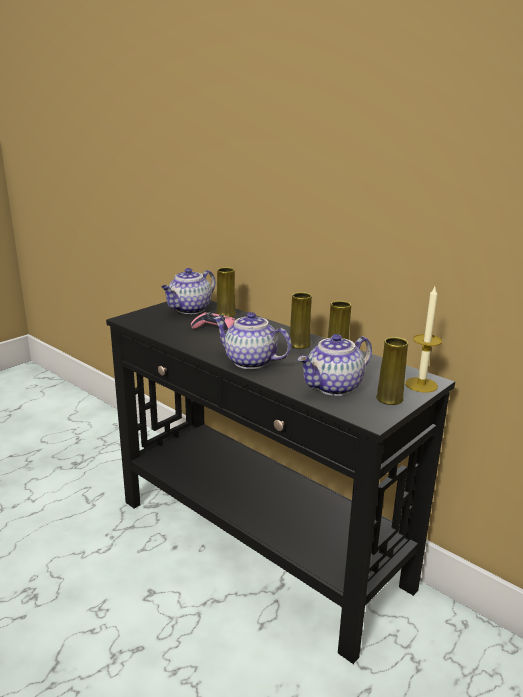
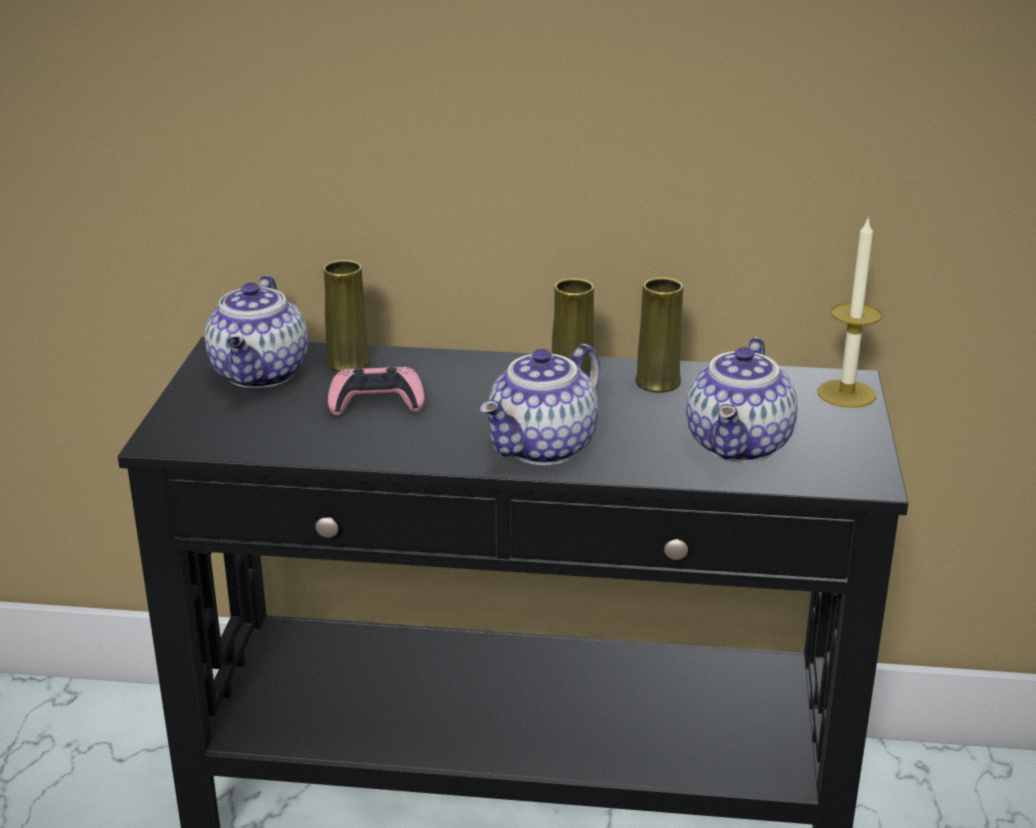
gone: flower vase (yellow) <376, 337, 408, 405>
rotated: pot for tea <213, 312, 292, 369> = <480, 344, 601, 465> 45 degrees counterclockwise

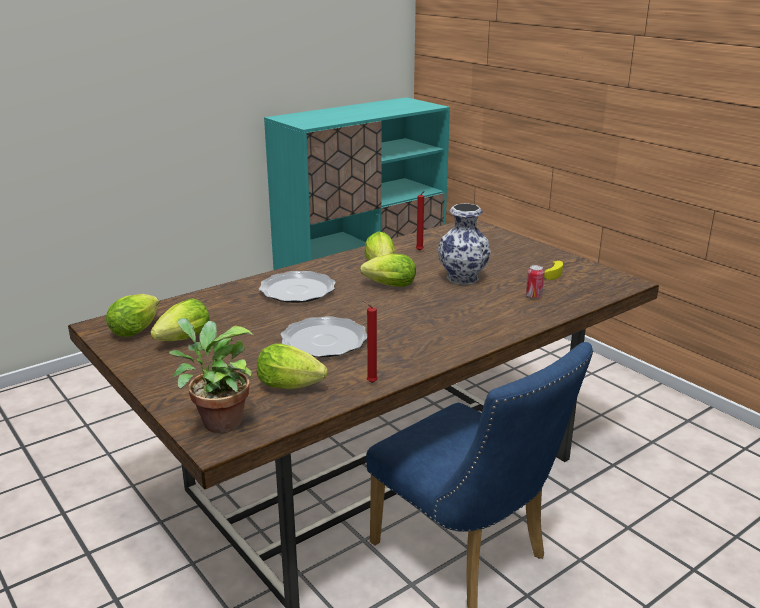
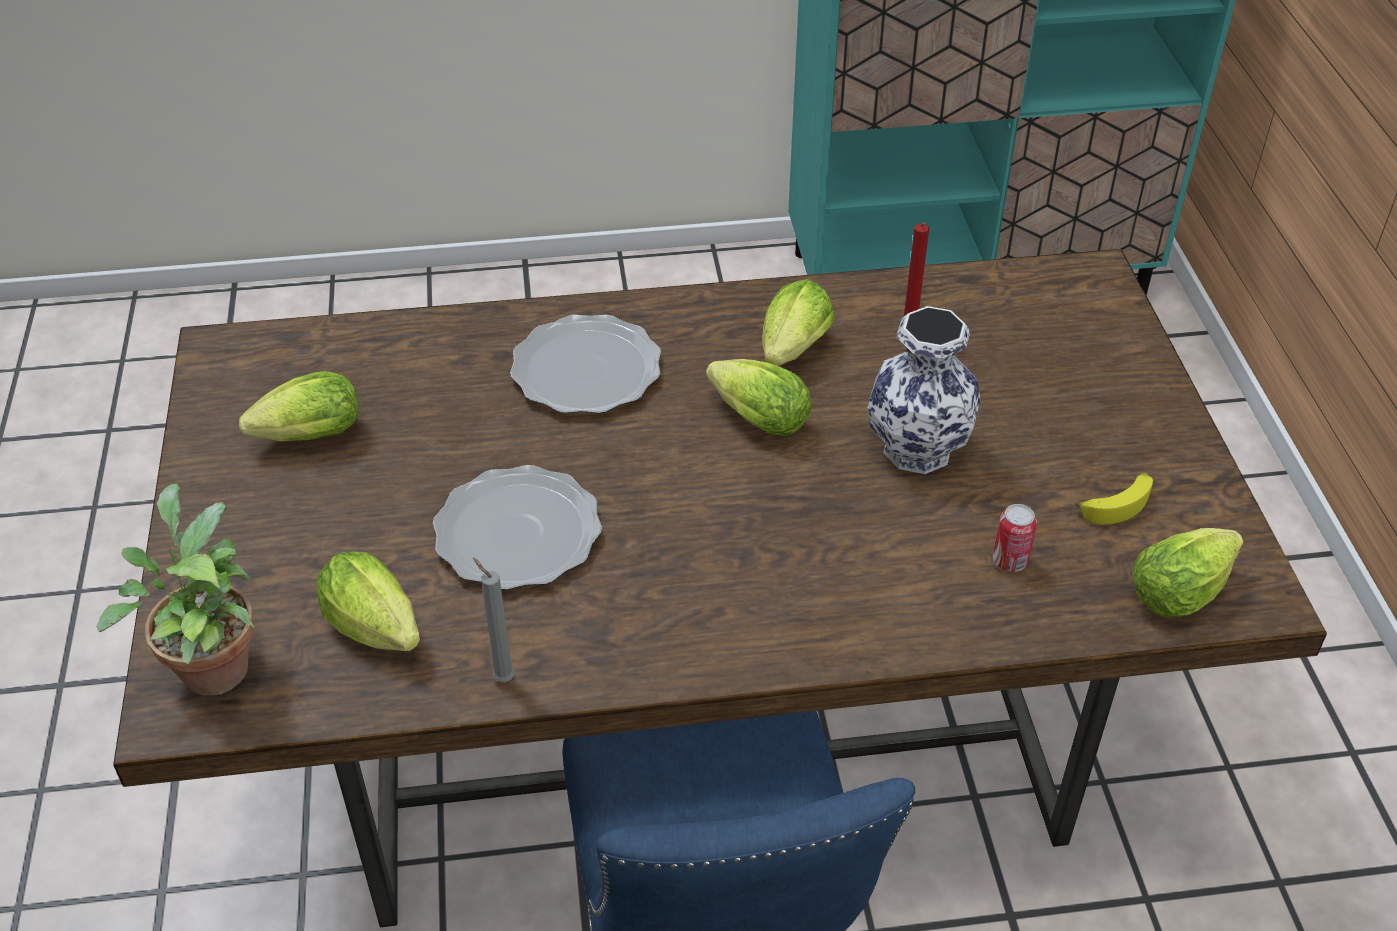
shifted: lettuce head <106, 294, 159, 337> to <1133, 528, 1244, 617>
repainted: wax light (red-coloured) <362, 300, 378, 383> to wax light (gray) <473, 558, 514, 682>

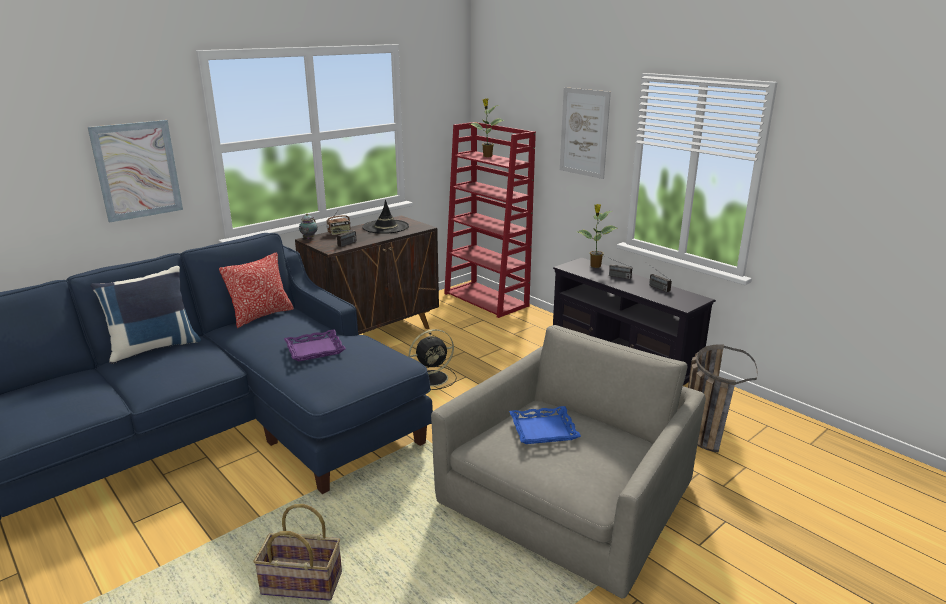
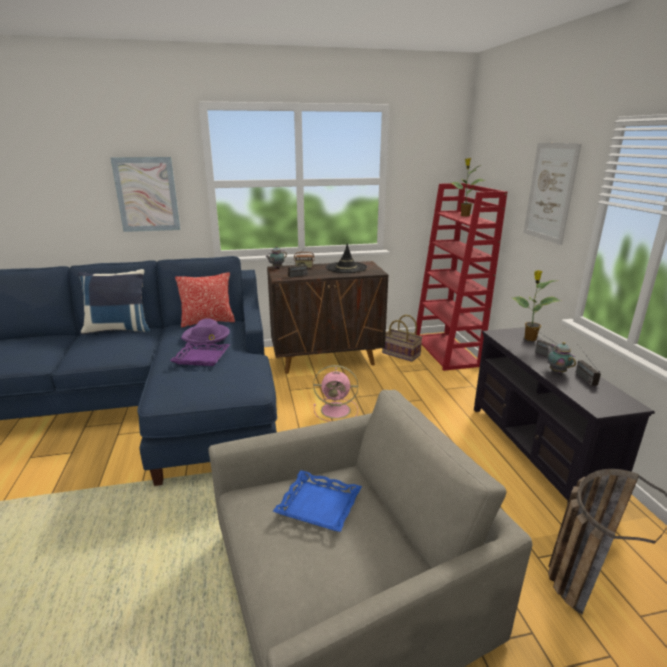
new: clothing hat (purple-coloured) <181, 318, 230, 344>; pot for tea <546, 342, 576, 373>
shifted: storage basket <253, 504, 342, 601> to <382, 315, 423, 362>
repainted: cooling fan (black) <409, 329, 456, 390> to cooling fan (pinkish) <313, 365, 358, 422>

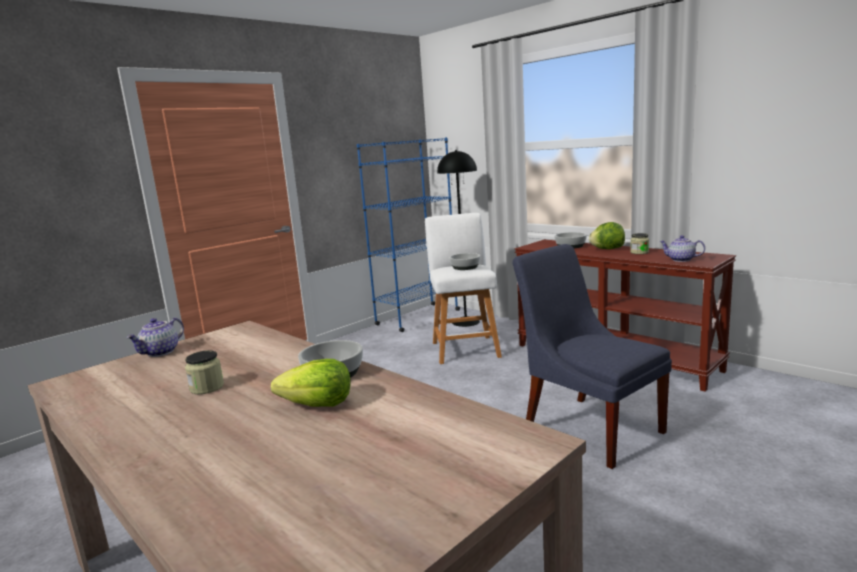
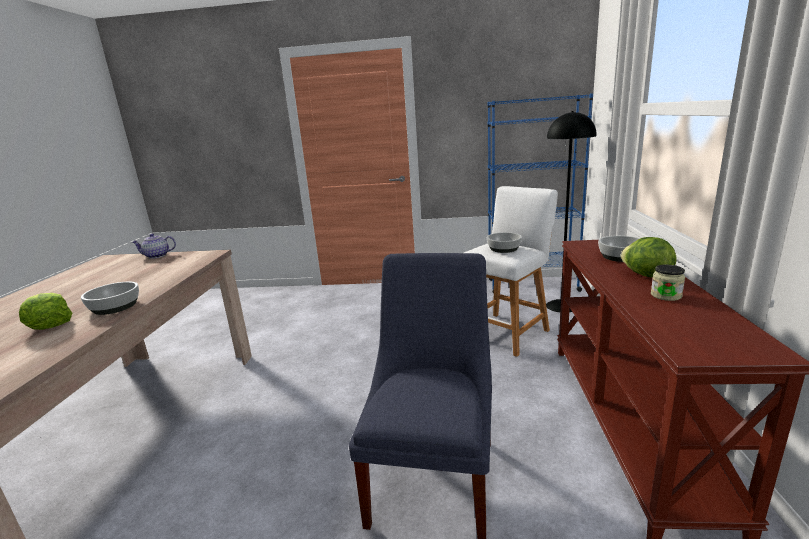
gone: jar <185, 350, 224, 394>; pot for tea <659, 235, 705, 262>

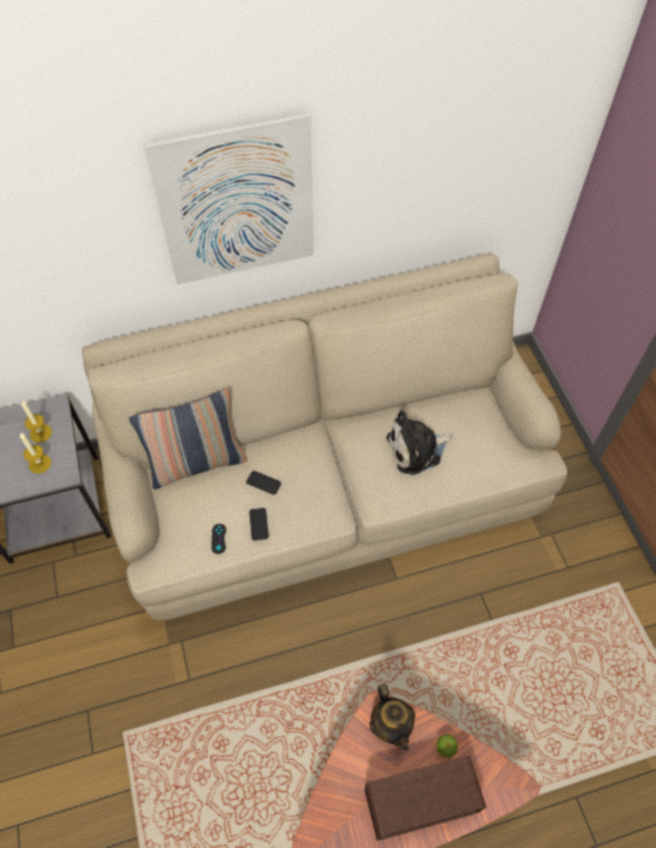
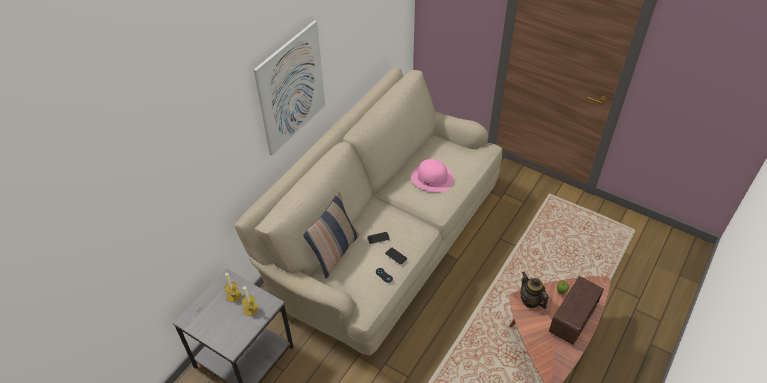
swapped: soft toy <386, 410, 452, 475> to clothing hat (pinkish) <411, 159, 454, 192>
rotated: pot for tea <370, 684, 415, 751> = <520, 272, 549, 309> 150 degrees counterclockwise

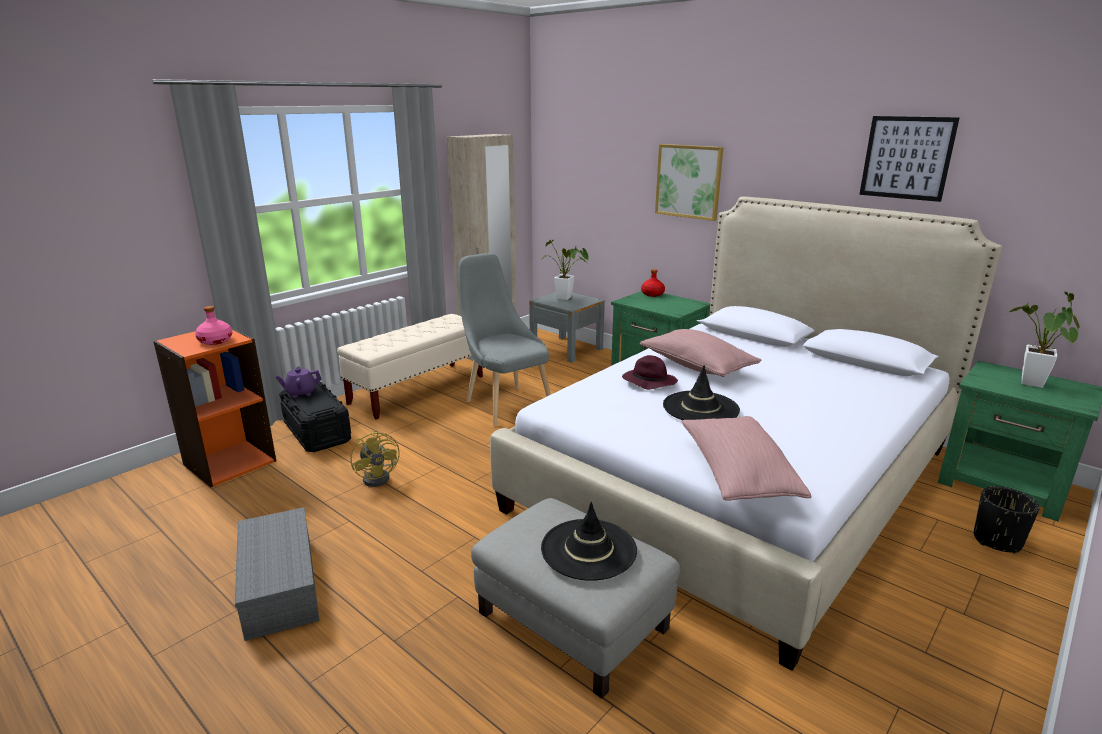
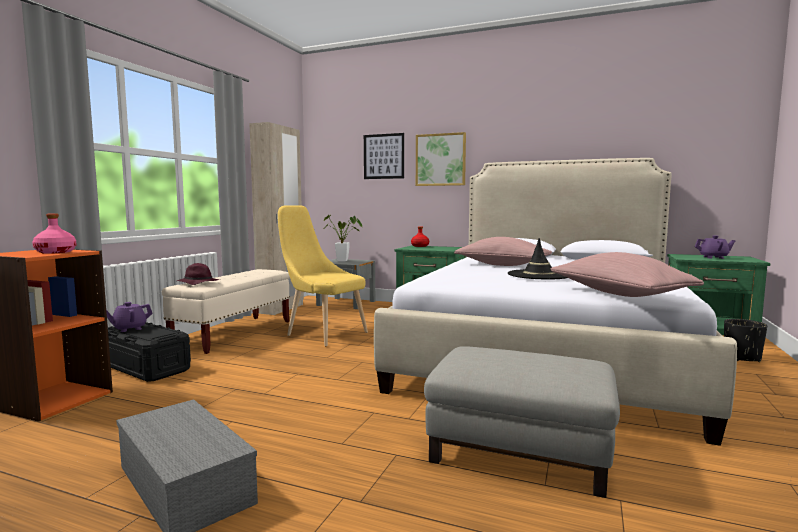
gone: cooling fan (yellow) <350, 430, 400, 487>; clothing hat (black) <541, 502, 637, 581>
shifted: clothing hat (purple-coloured) <622, 355, 678, 390> to <177, 263, 220, 285>; picture <859, 116, 959, 202> to <364, 133, 404, 179>
swapped: houseplant <1007, 292, 1080, 388> to pot for tea (purple-coloured) <695, 236, 736, 259>
repainted: plain chair (gray) <458, 253, 551, 426> to plain chair (yellow) <278, 205, 368, 346>

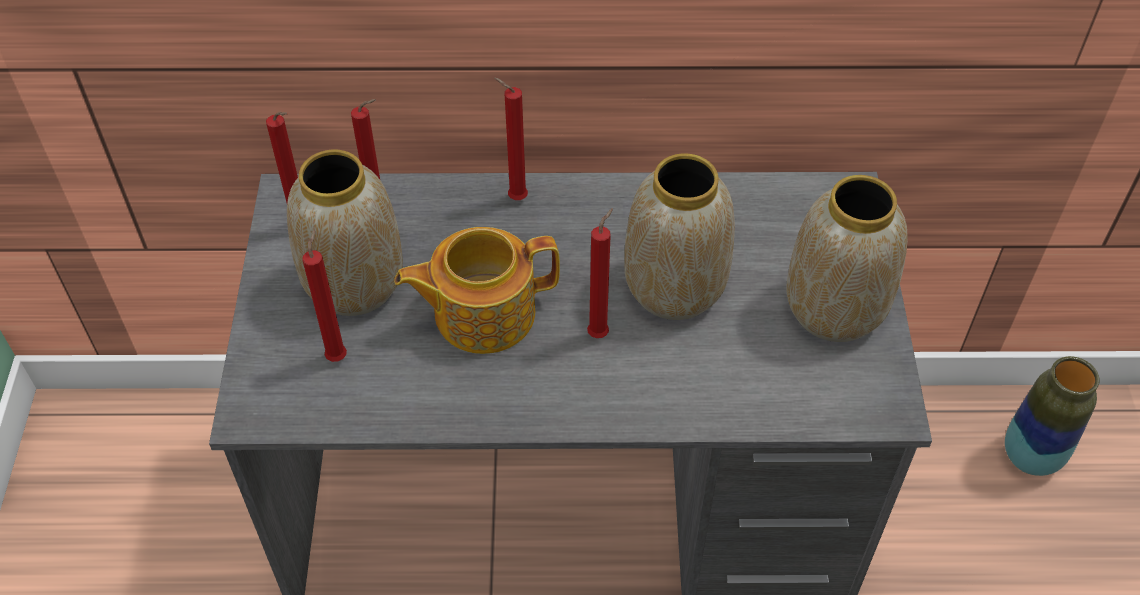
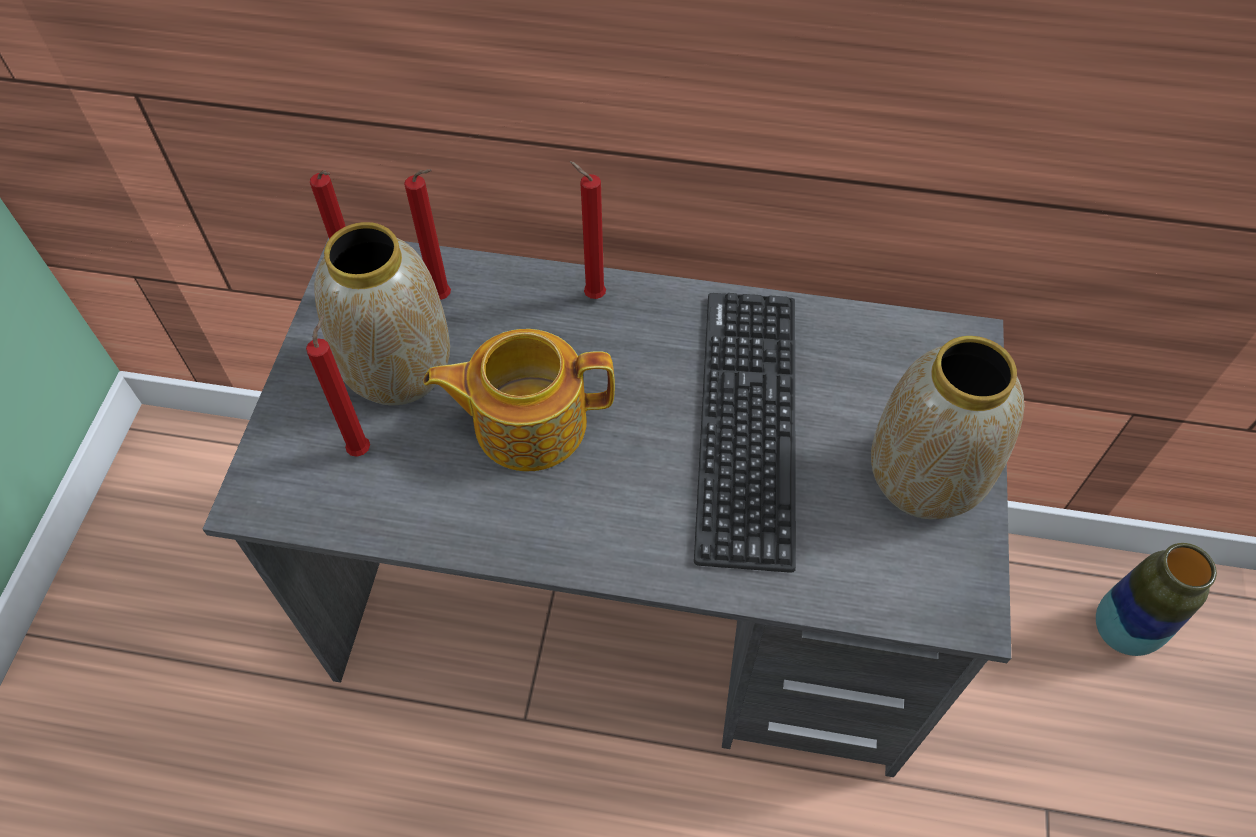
gone: wax light (red-coloured) <587, 208, 613, 338>
swapped: flower vase <624, 153, 735, 320> to PC keyboard <694, 293, 796, 573>

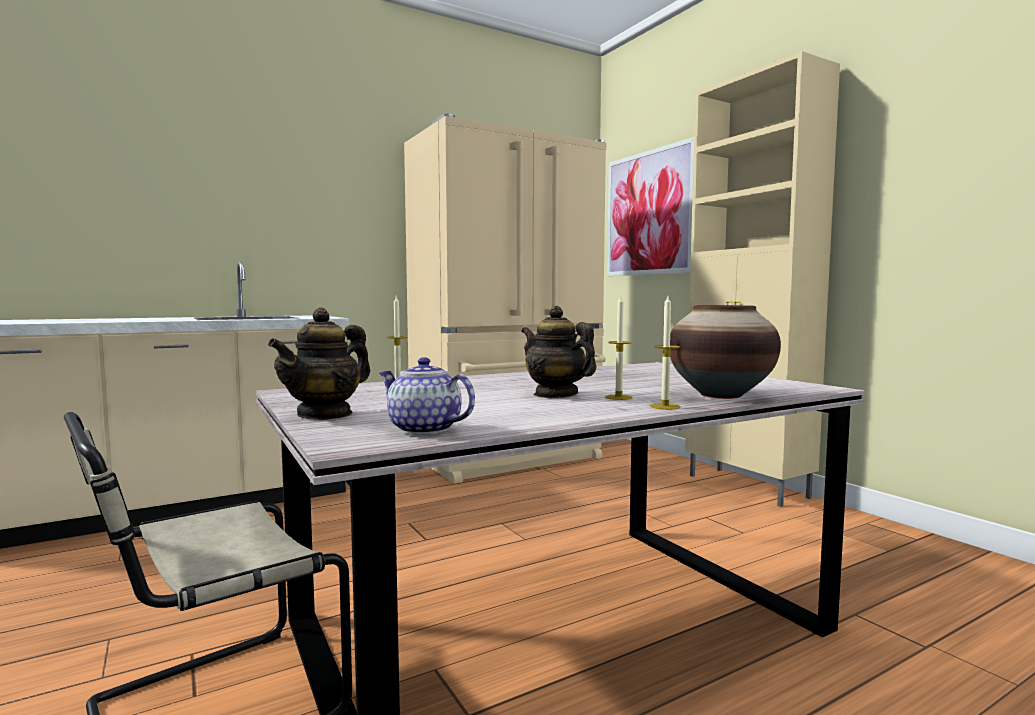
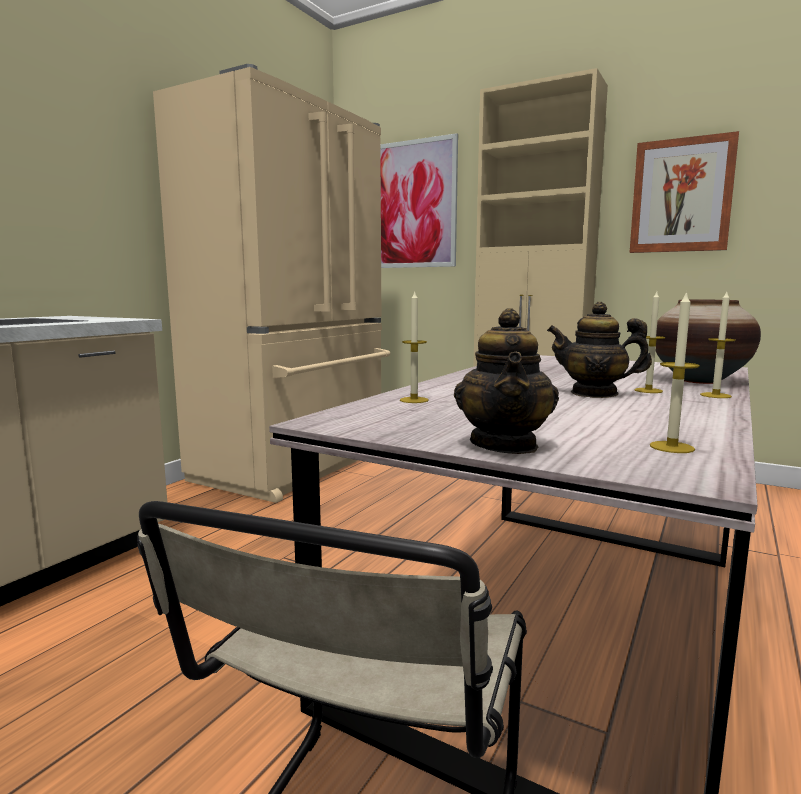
new: picture <630, 131, 739, 253>
swapped: pot for tea <379, 357, 475, 435> to wax light <650, 291, 700, 453>

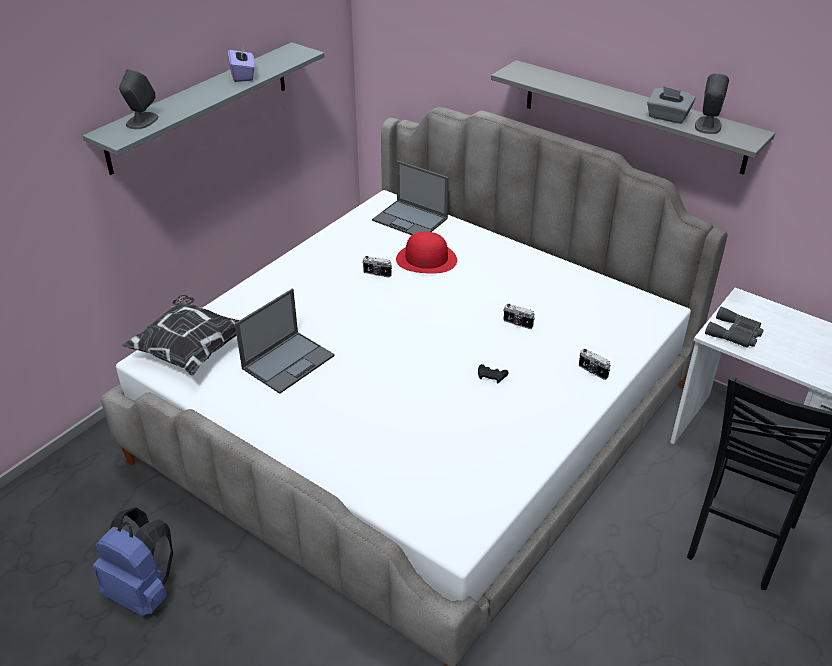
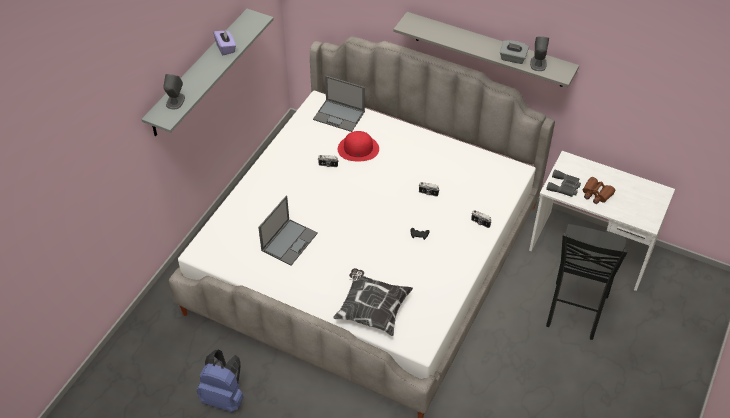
new: binoculars (brown) <582, 177, 615, 204>
shifted: pillow <122, 295, 239, 376> to <333, 268, 413, 336>

